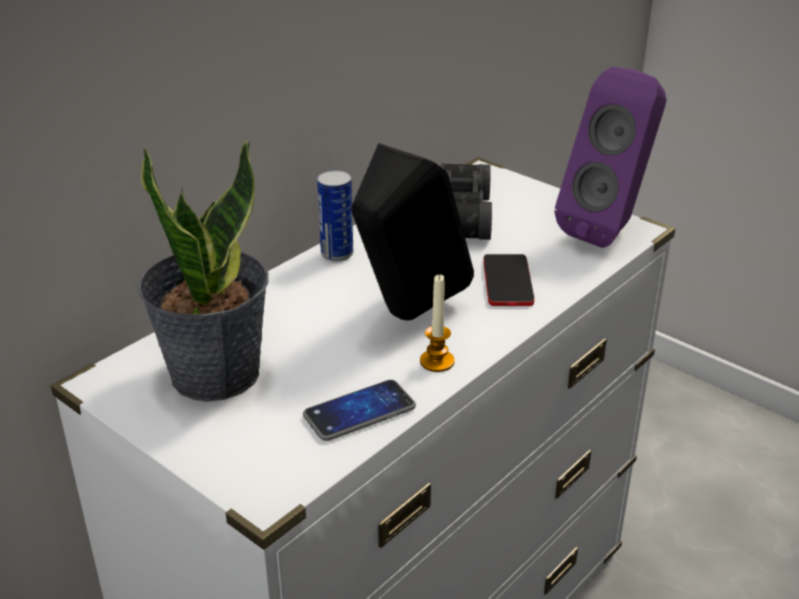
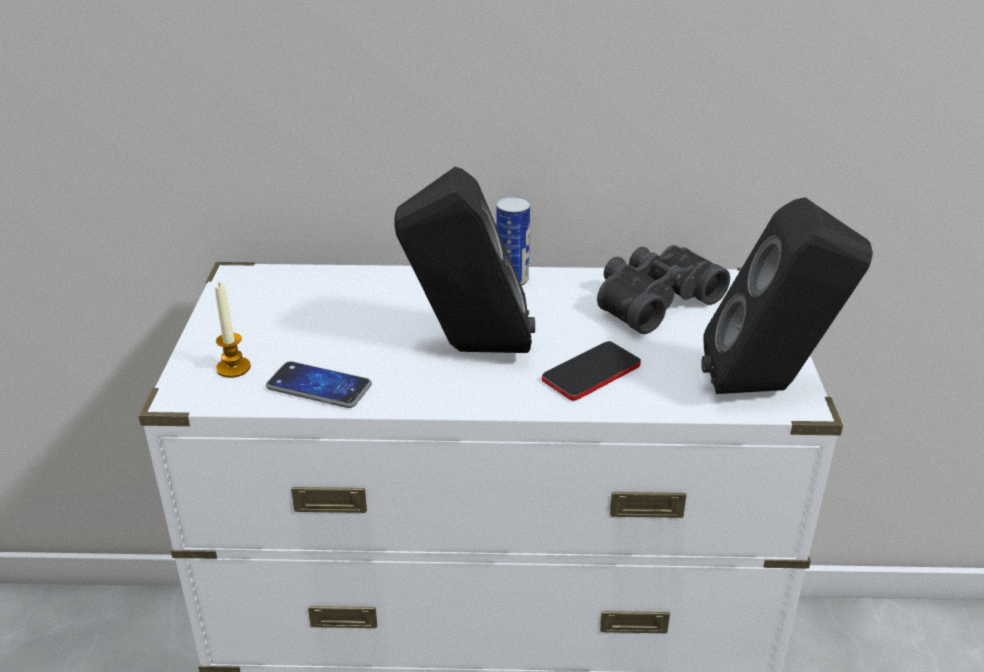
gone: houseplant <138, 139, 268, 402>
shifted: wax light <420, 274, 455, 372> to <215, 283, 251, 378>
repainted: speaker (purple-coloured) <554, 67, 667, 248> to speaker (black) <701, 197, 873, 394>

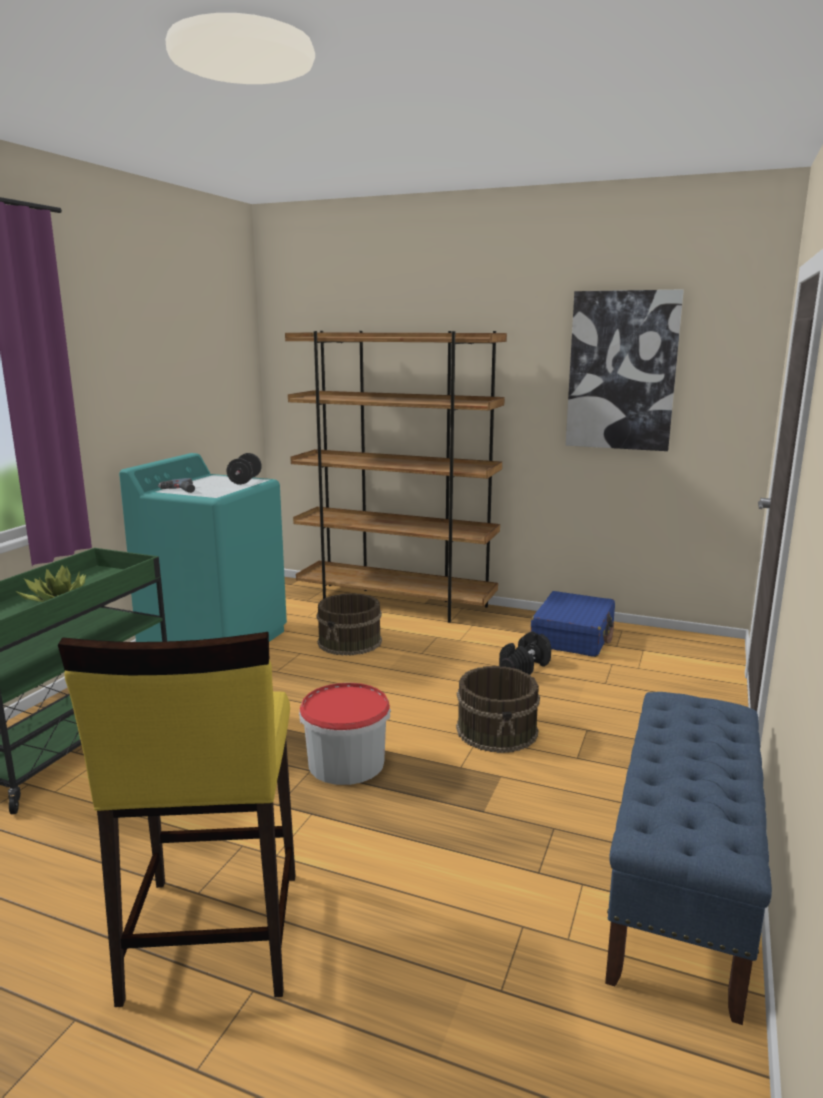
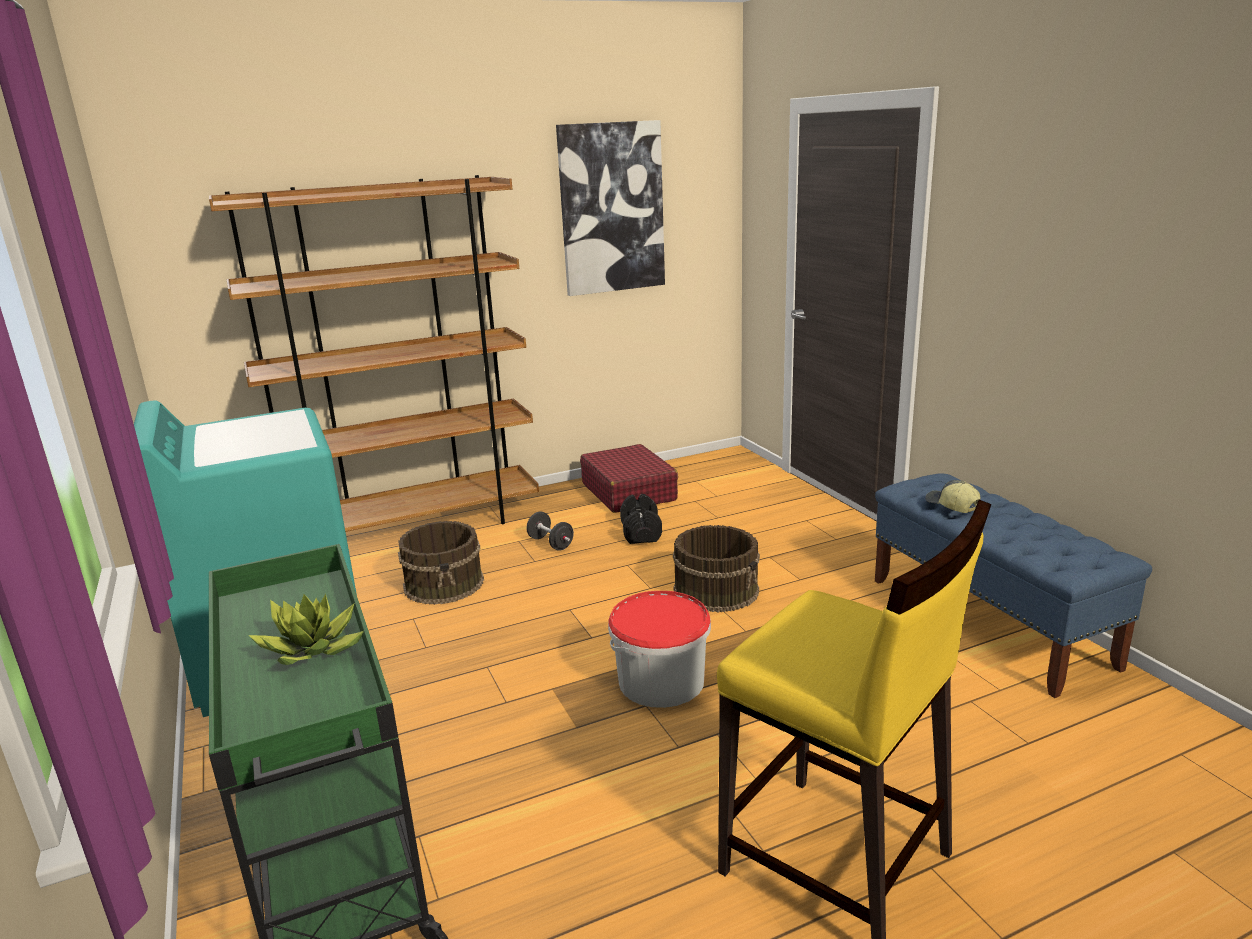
gone: power drill <158, 478, 195, 493>
new: cap <925, 480, 980, 513>
shifted: dumbbell (black) <227, 453, 262, 485> to <526, 512, 574, 551>
repainted: suitcase (blue-coloured) <531, 591, 615, 657> to suitcase (red-coloured) <580, 444, 678, 513>

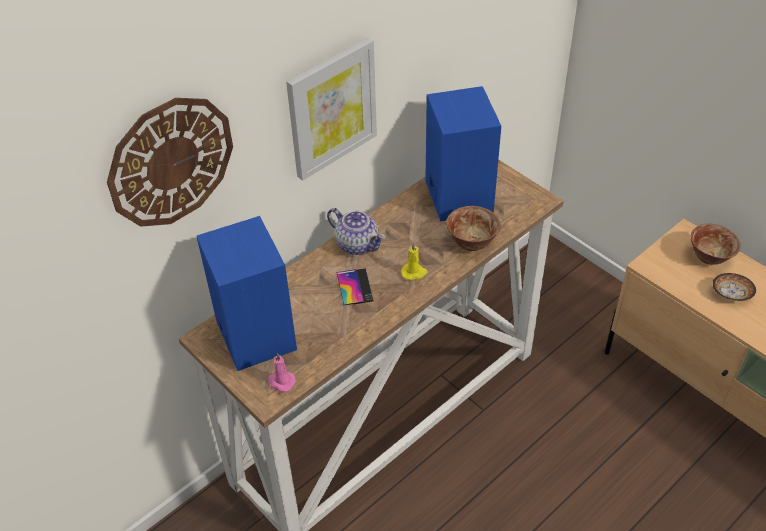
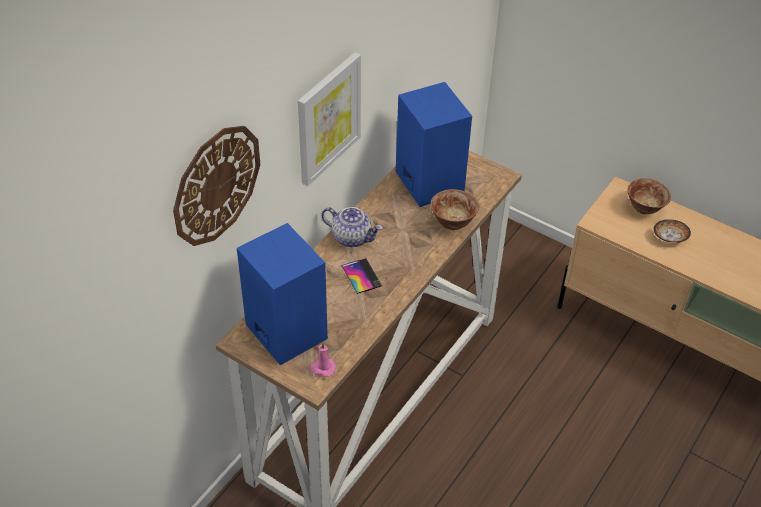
gone: wax light (yellow) <401, 243, 428, 280>

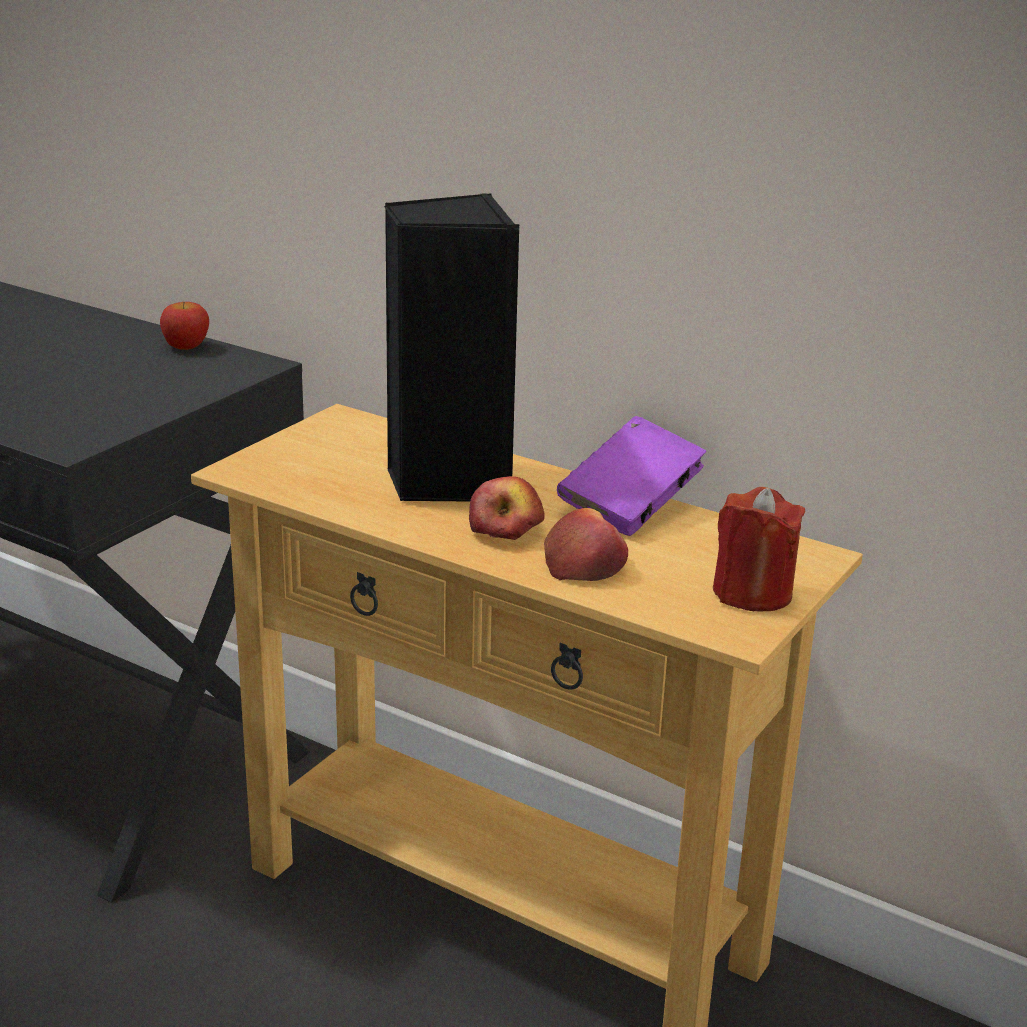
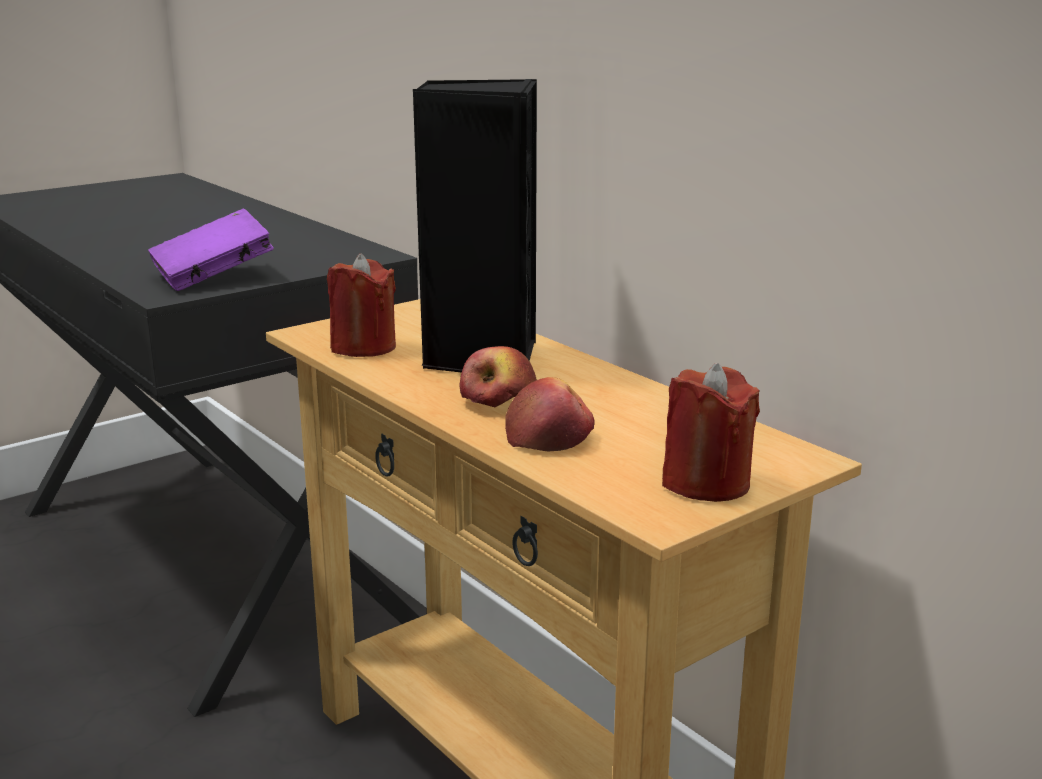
gone: apple fruit <160, 302, 209, 350>
new: wax light (red-coloured) <327, 253, 396, 357>
shifted: book (purple-coloured) <557, 416, 706, 536> to <148, 209, 274, 291>

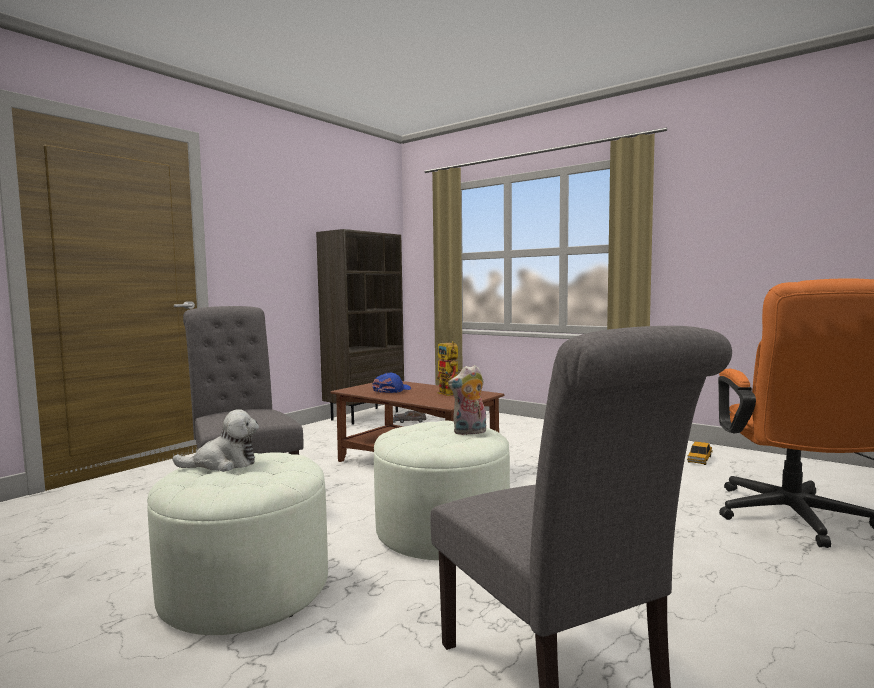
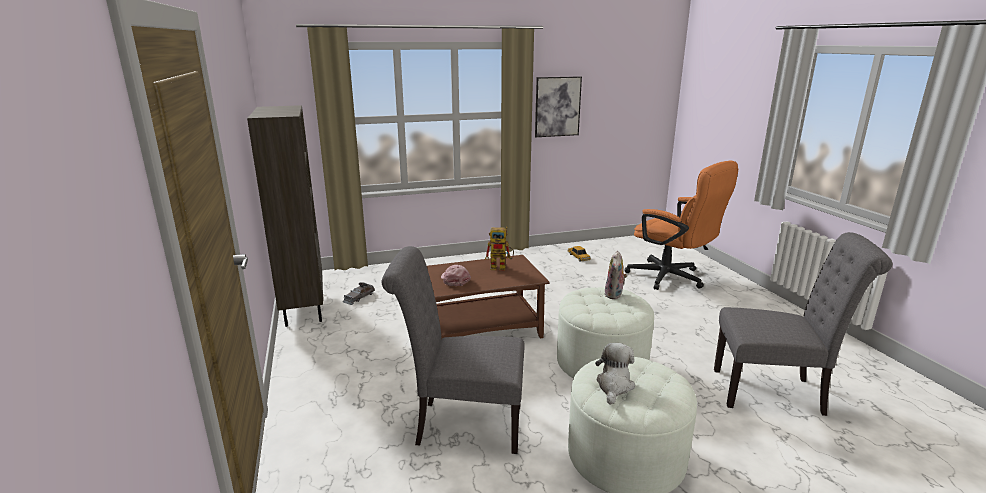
new: picture <535, 76, 582, 137>
repainted: cap (blue-coloured) <372, 373, 411, 393> to cap (pinkish) <441, 265, 471, 286>

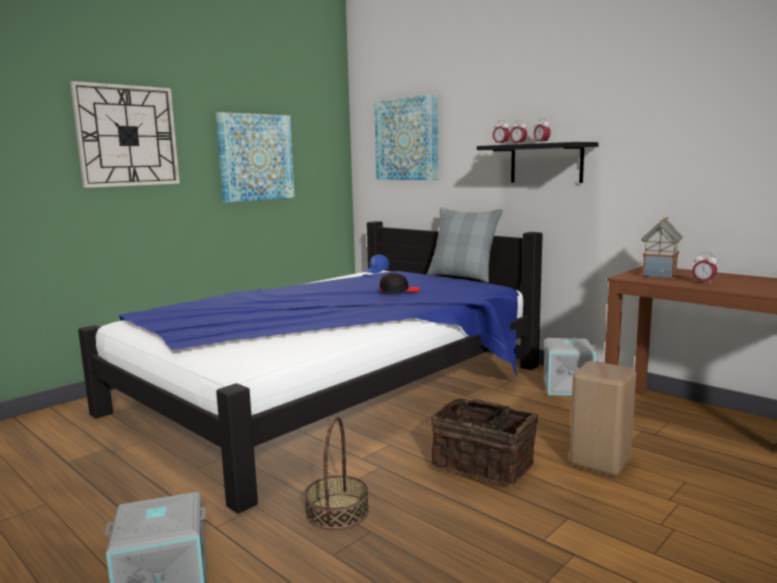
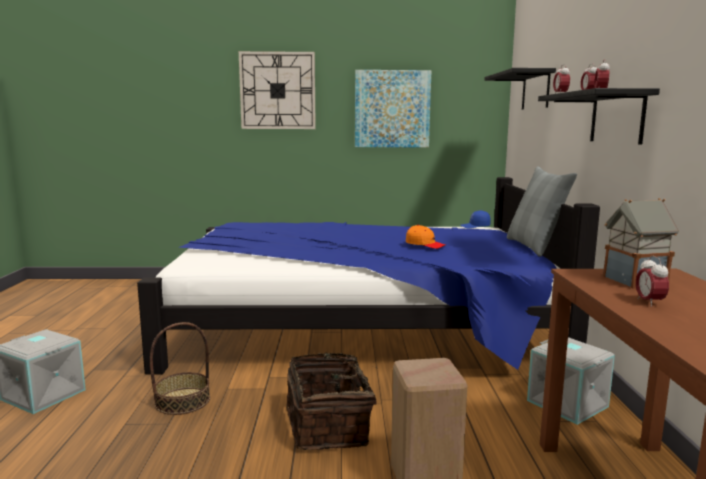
swapped: picture <374, 94, 438, 180> to shelf (black) <485, 68, 556, 109>
repainted: cap (black) <380, 272, 420, 292> to cap (orangey) <406, 225, 446, 249>

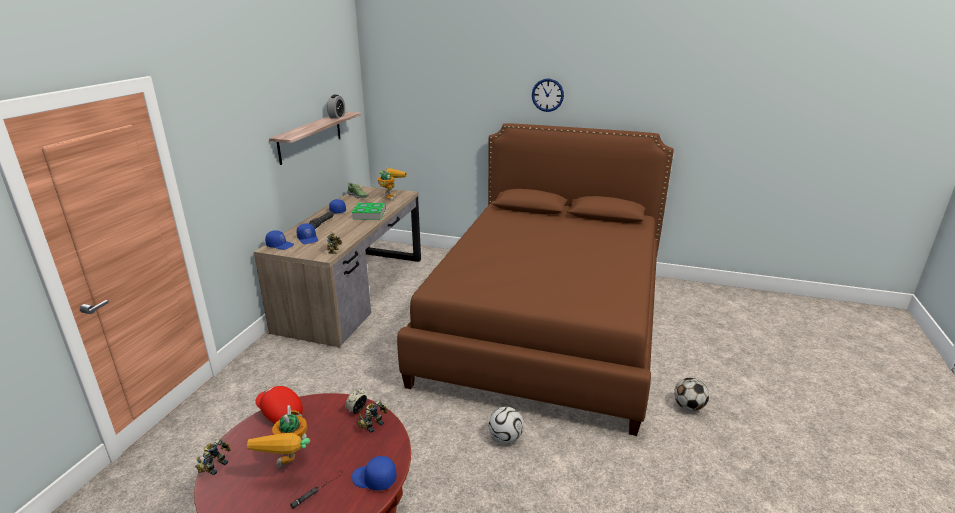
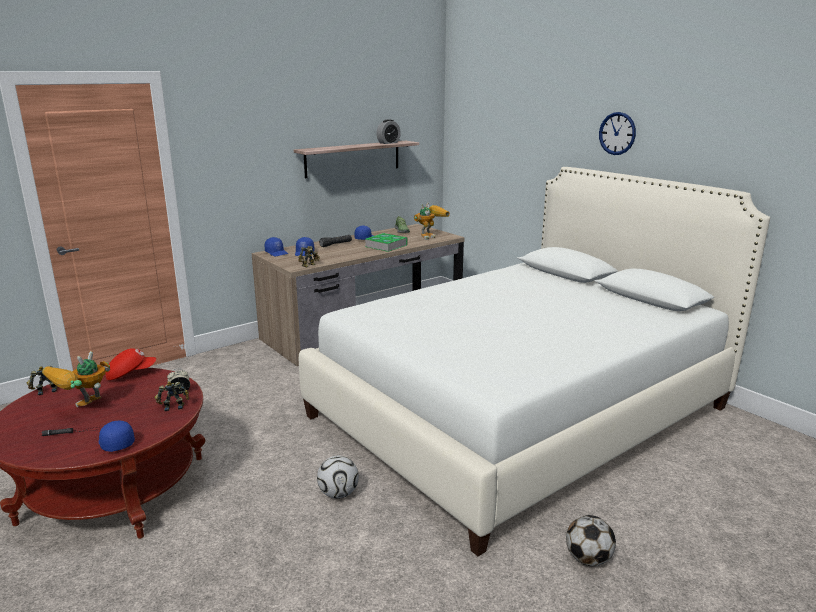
repainted: sleeping bed (brown) <397, 123, 674, 436> to sleeping bed (white-coloured) <299, 167, 770, 556>
rotated: cap (red-coloured) <255, 386, 303, 423> = <105, 348, 156, 380> 90 degrees clockwise

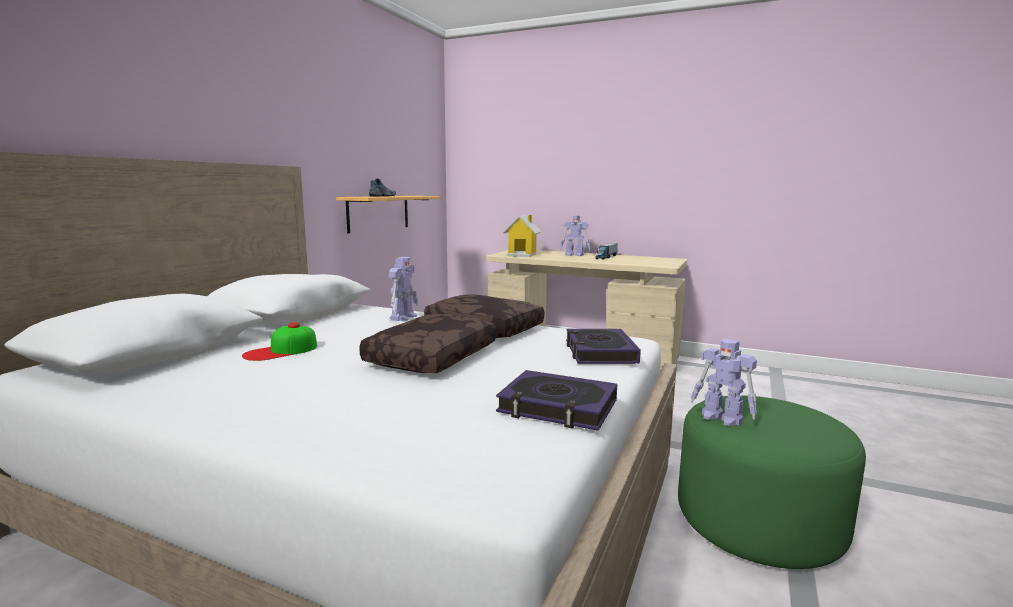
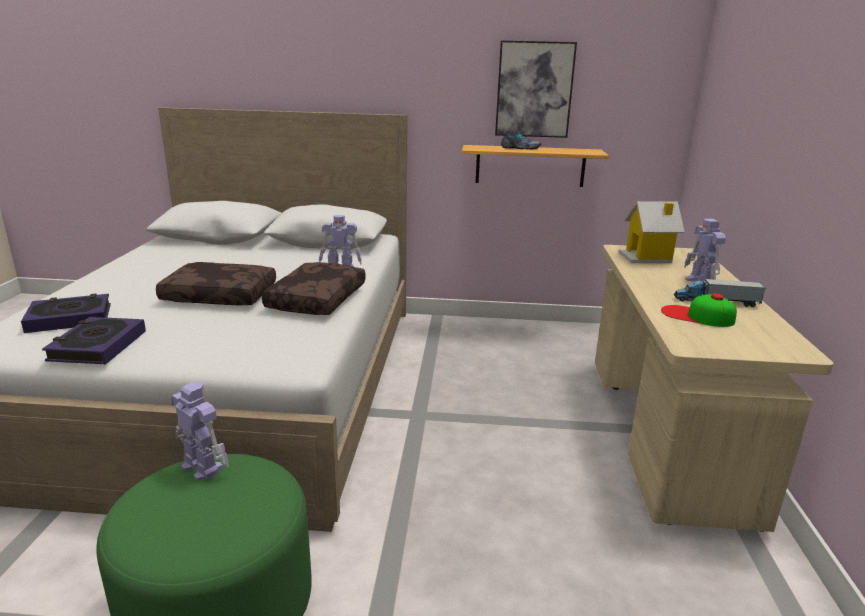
new: picture <495, 40, 577, 138>
shifted: book <566, 329, 641, 364> to <21, 293, 111, 333>; cap <242, 322, 317, 361> to <661, 293, 737, 327>
rotated: model robot <691, 339, 757, 426> = <170, 382, 229, 481> 105 degrees clockwise

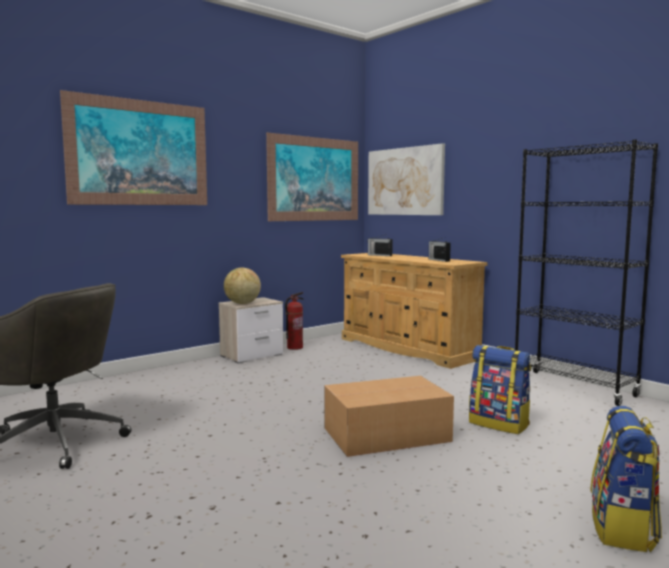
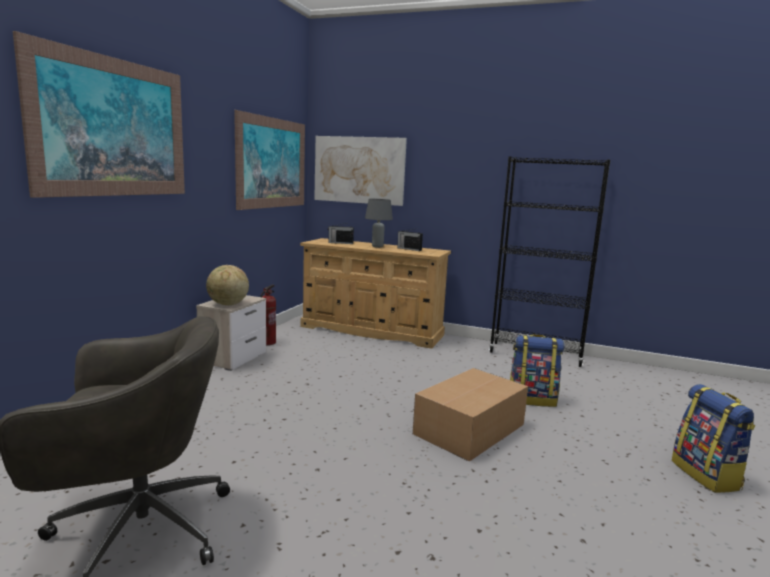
new: table lamp (gray) <365, 199, 393, 248>

